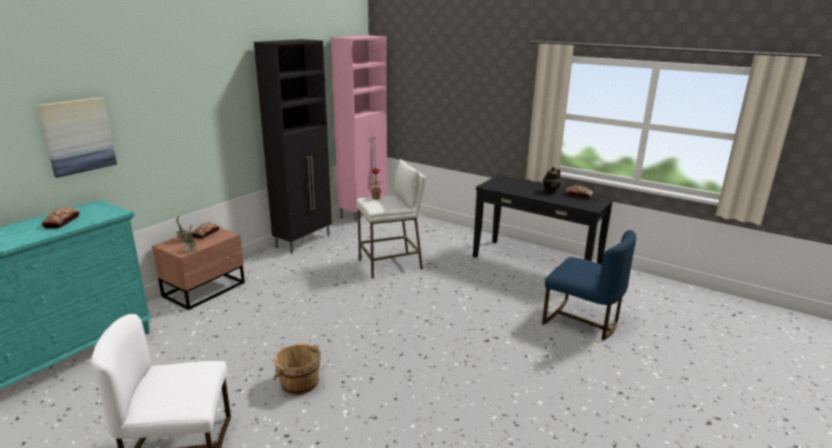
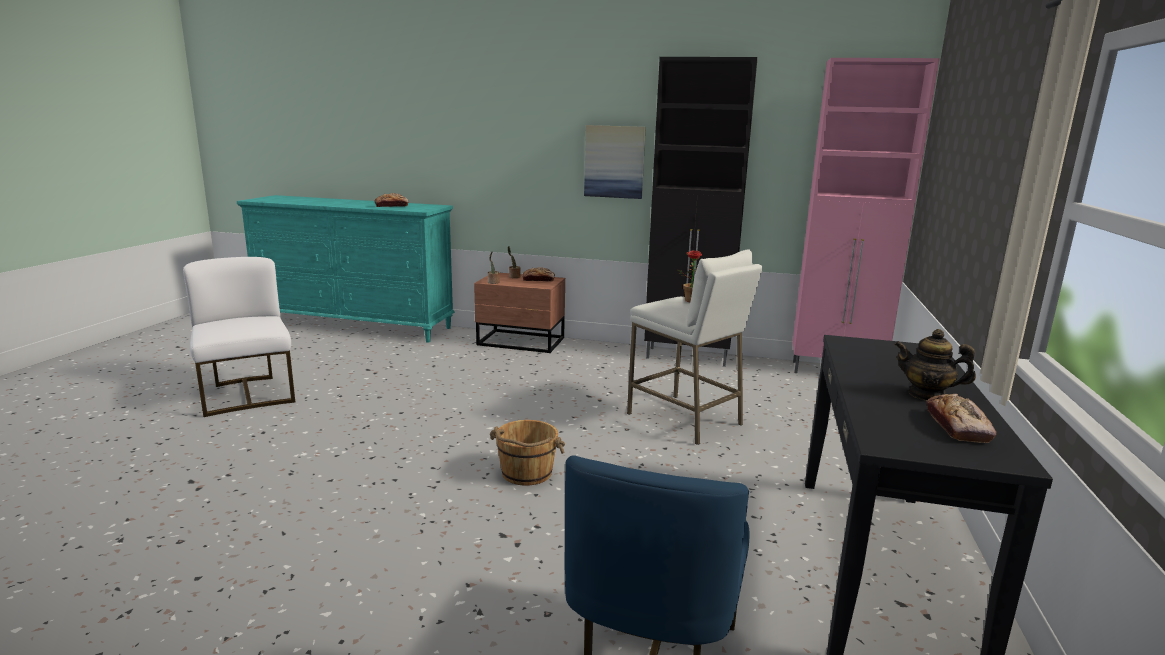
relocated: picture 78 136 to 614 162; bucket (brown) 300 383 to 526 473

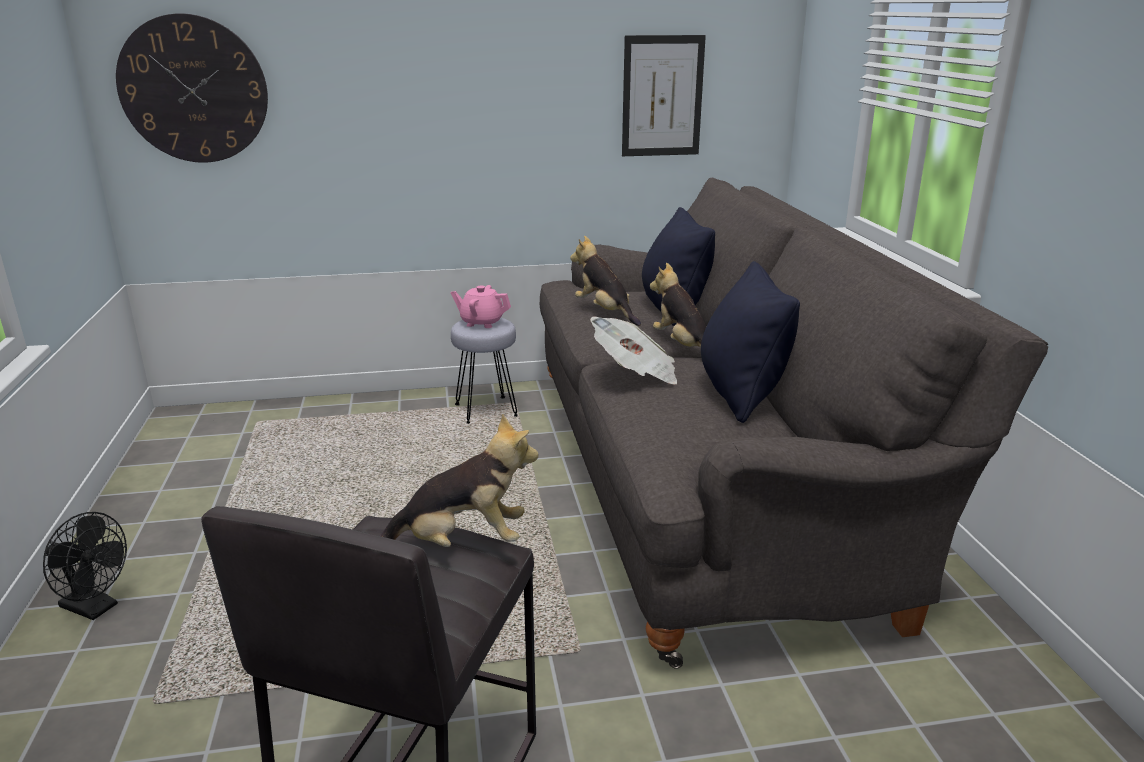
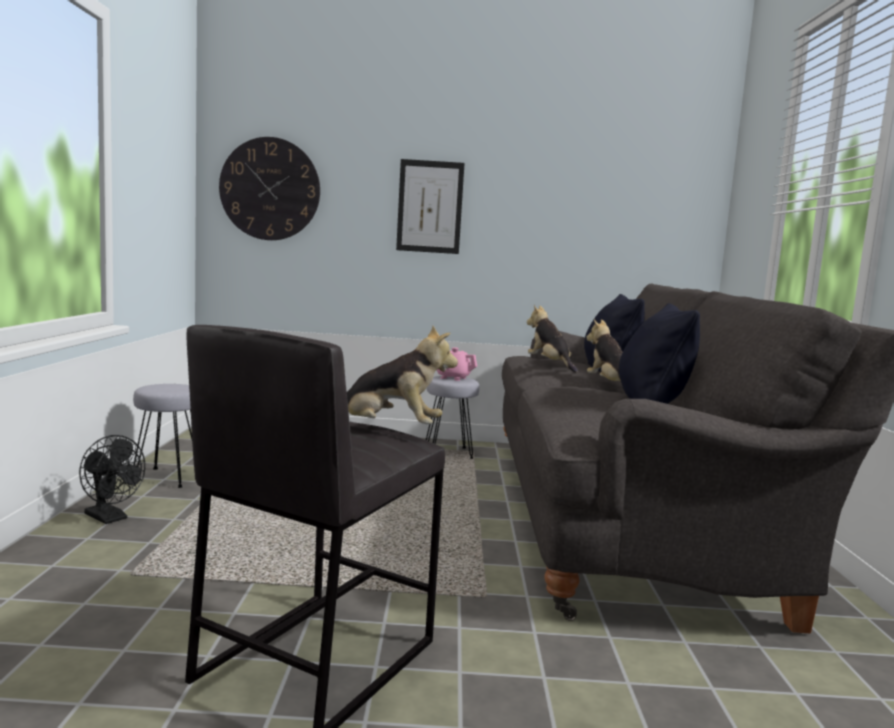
missing: newspaper 635 373
appeared: stool (grey) 168 477
relocated: picture 662 96 to 430 207

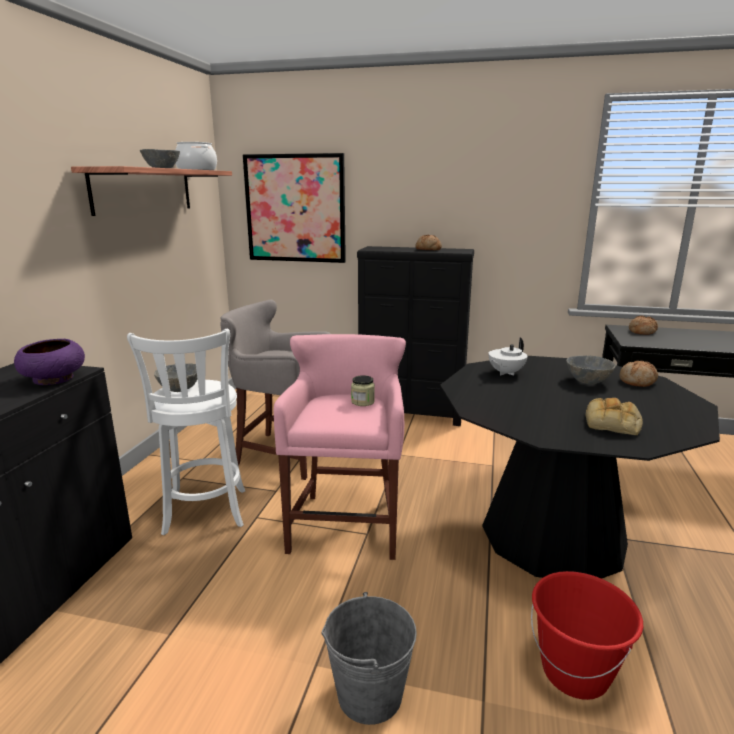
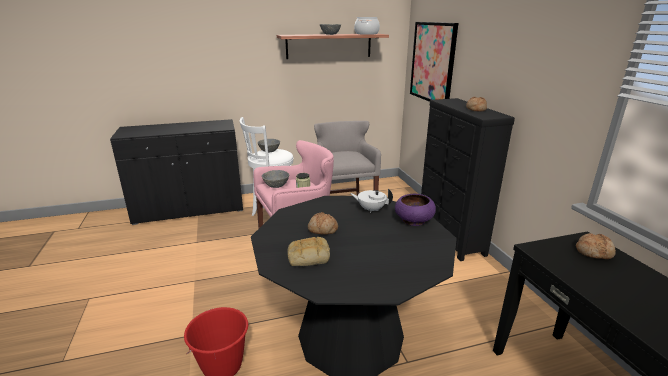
missing: bucket (grey) 369 694
relocated: bowl (purple) 54 379 to 413 221; bowl (grey) 587 381 to 276 186; bread 638 381 to 322 229

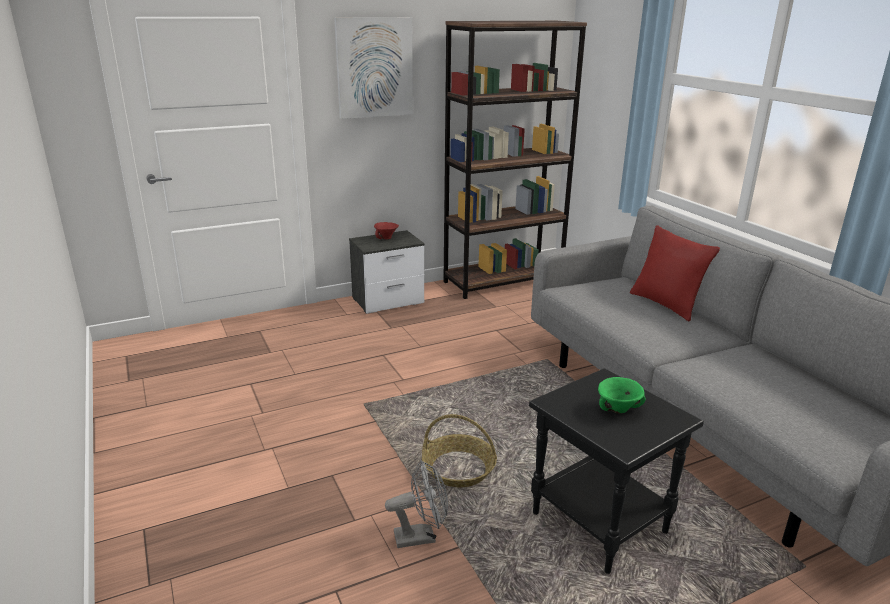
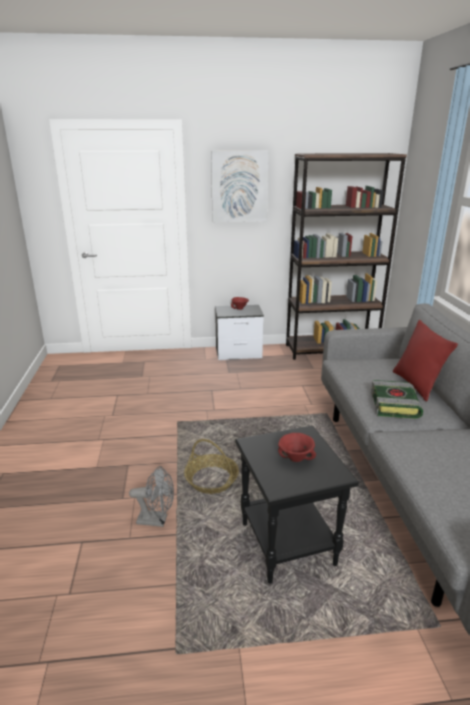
appeared: book 395 405
colour: bowl (green) 619 409 to bowl (red) 296 459

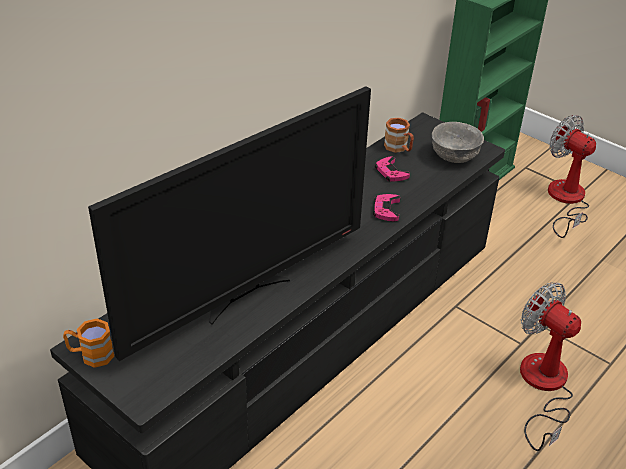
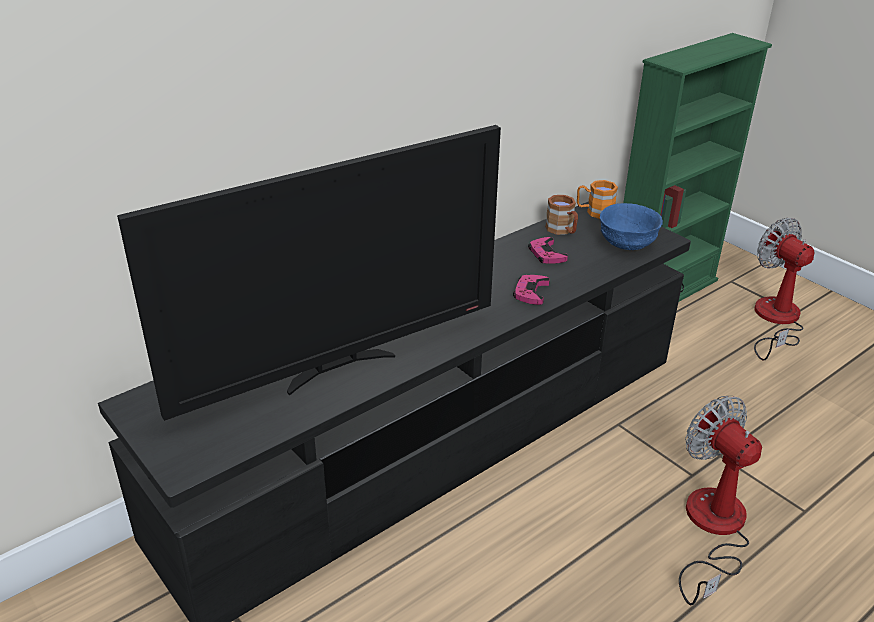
relocated: mug (orange) 91 355 to 594 212
colour: bowl (grey) 455 156 to bowl (blue) 628 243

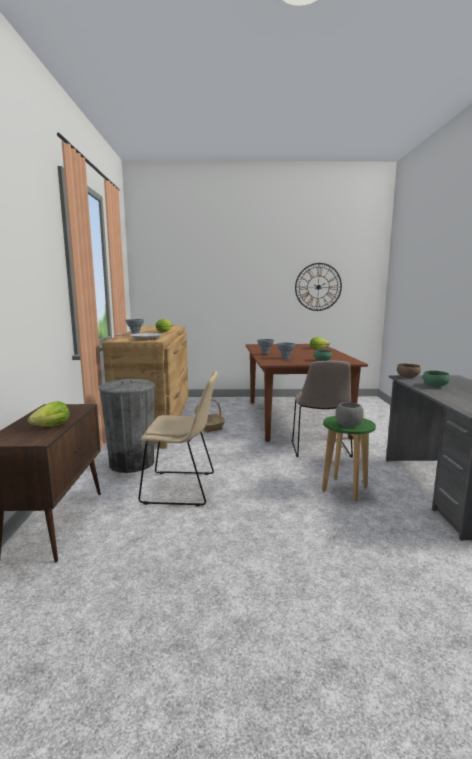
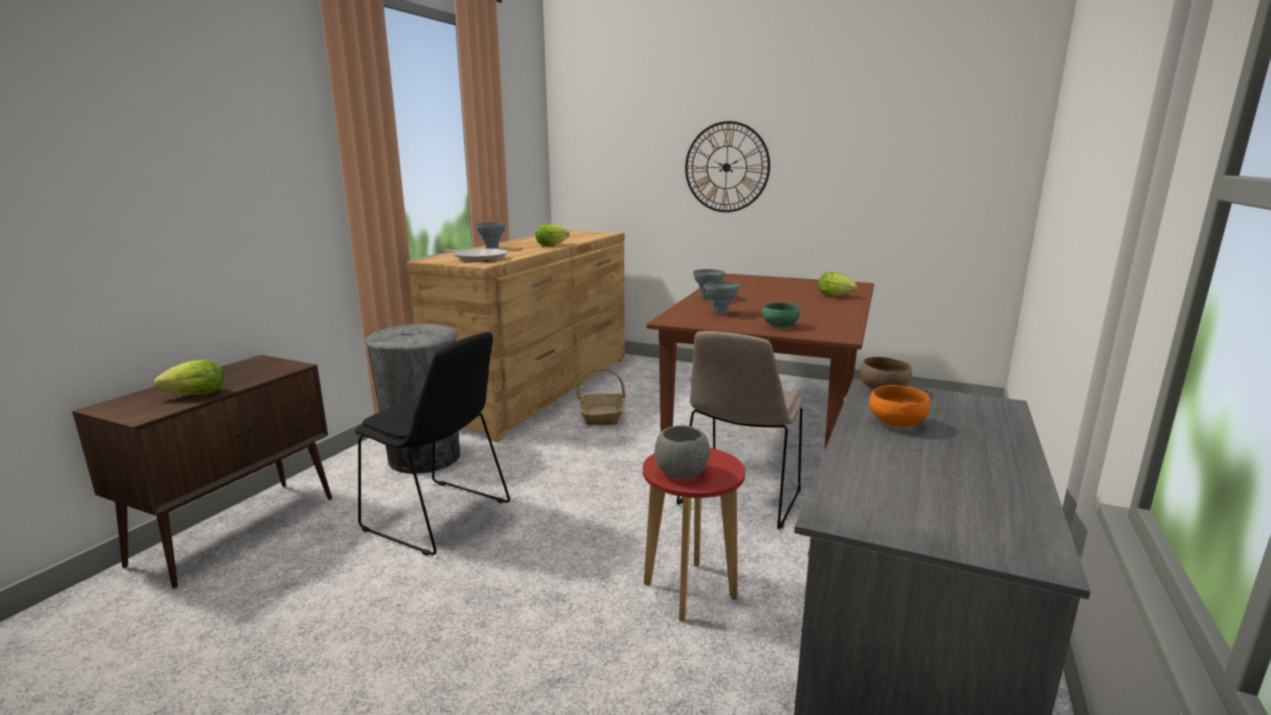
relocated: wall clock 318 287 to 726 167
colour: chair (beige) 182 488 to chair (black) 440 517; stool (green) 344 489 to stool (red) 689 590; bowl (green) 435 386 to bowl (orange) 896 424

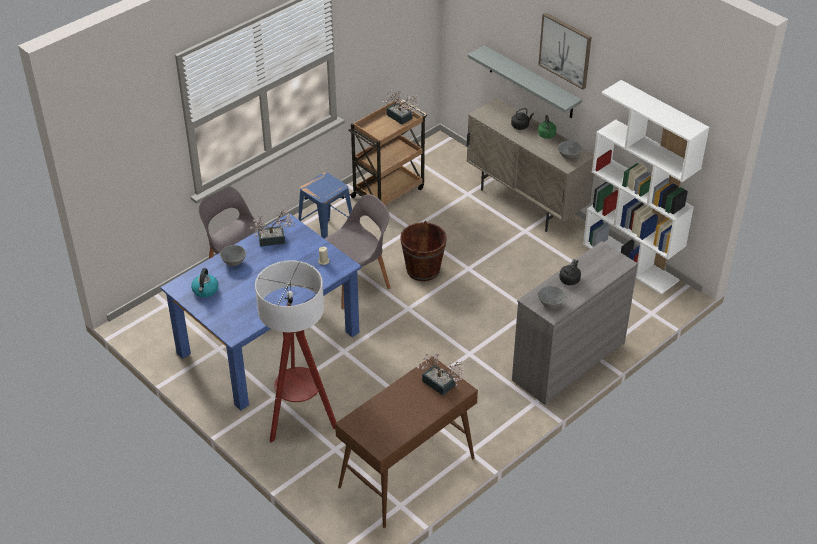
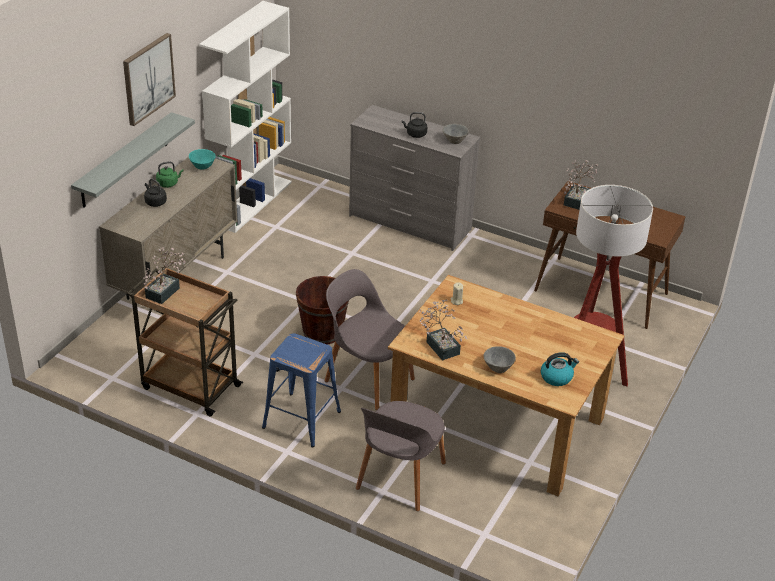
colour: dining table (blue) 268 343 to dining table (brown) 498 423; bowl (grey) 568 156 to bowl (turquoise) 202 167

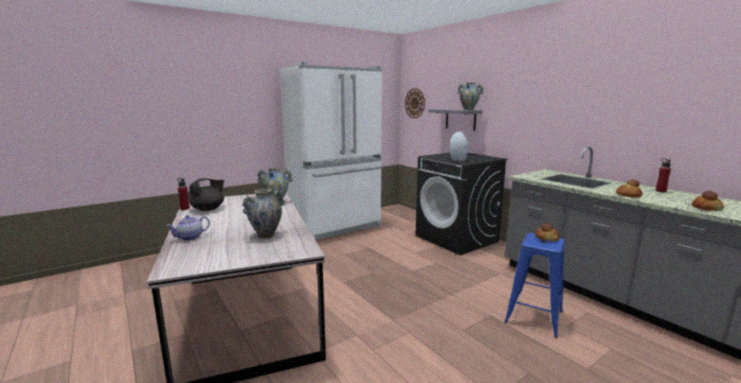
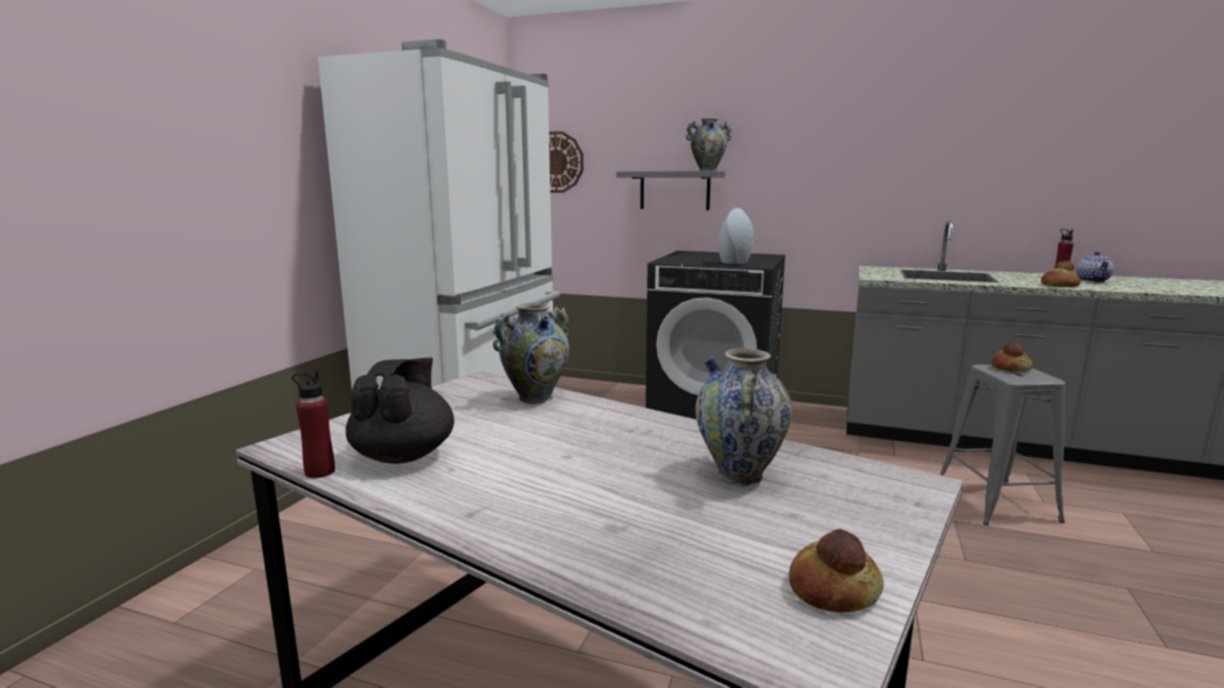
relocated: teapot 190 237 to 1093 280; bread 706 208 to 832 589
colour: stool (blue) 534 317 to stool (grey) 996 502

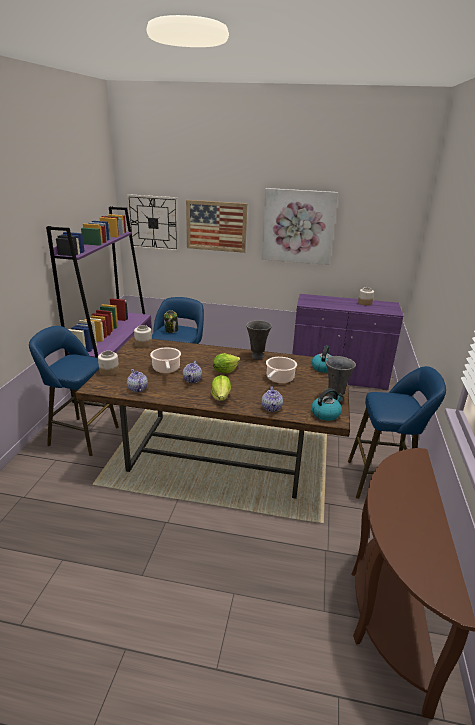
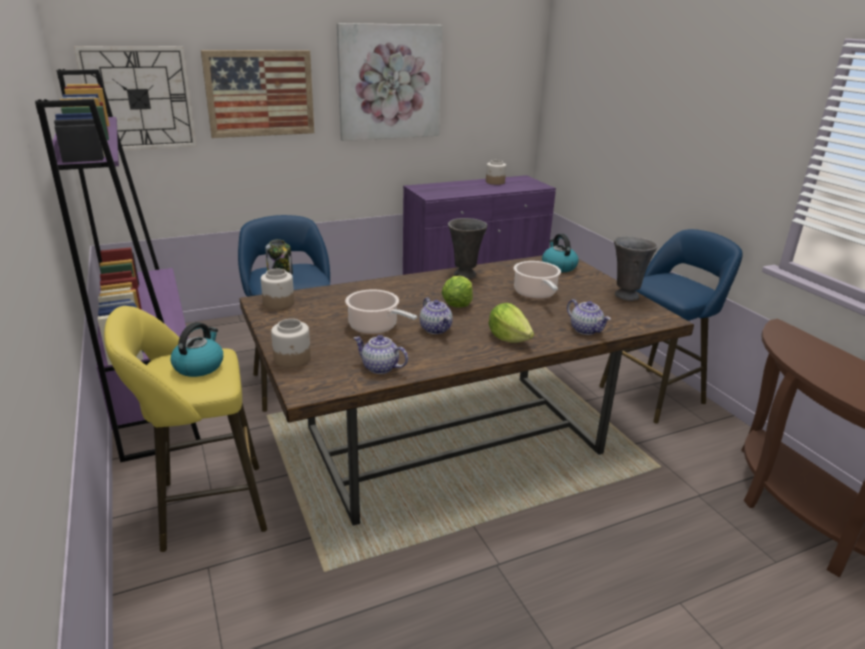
relocated: kettle 326 413 to 199 366
colour: stool (blue) 80 435 to stool (yellow) 205 507

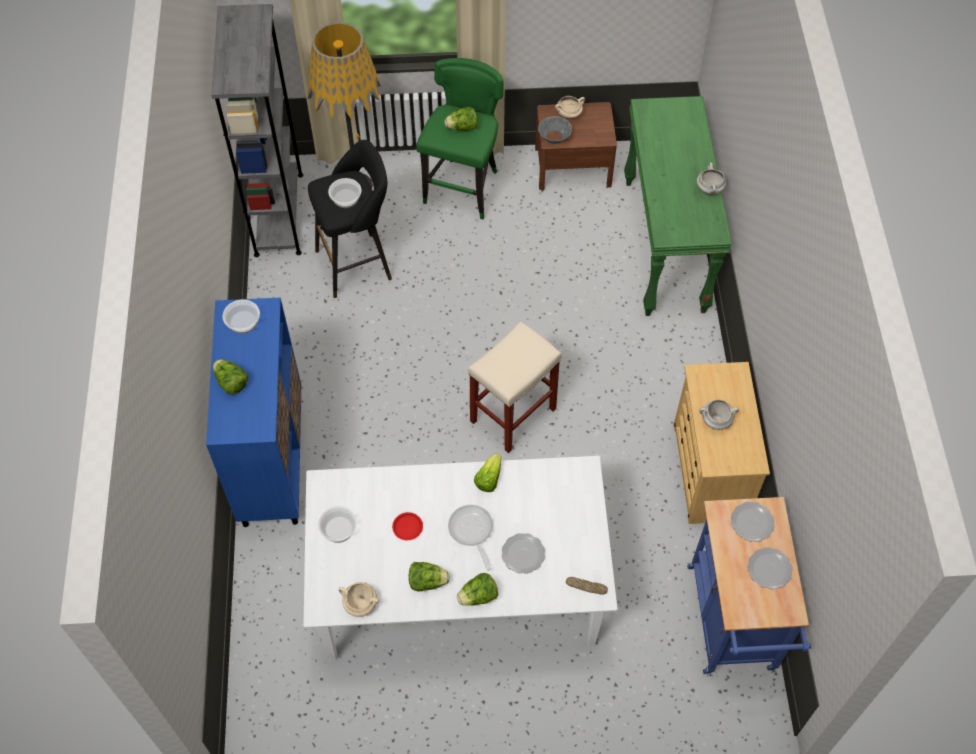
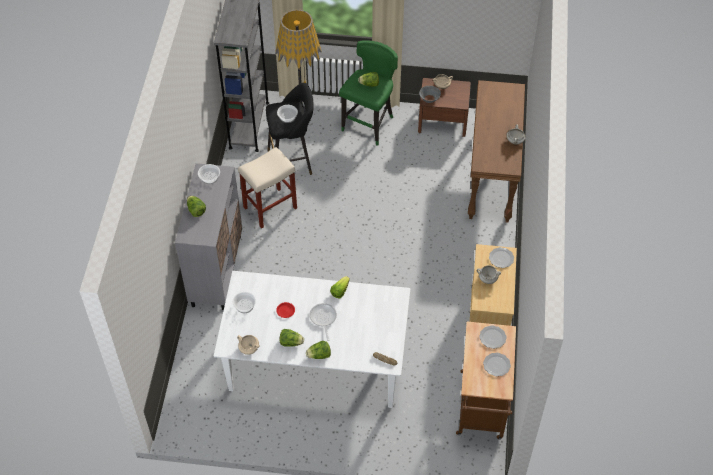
relocated: stool (beige) 512 416 to 270 208; plate 522 553 to 501 258
colour: cabinet (blue) 272 459 to cabinet (grey) 216 270; console table (green) 665 246 to console table (brown) 492 178; cart (blue) 732 626 to cart (brown) 481 410

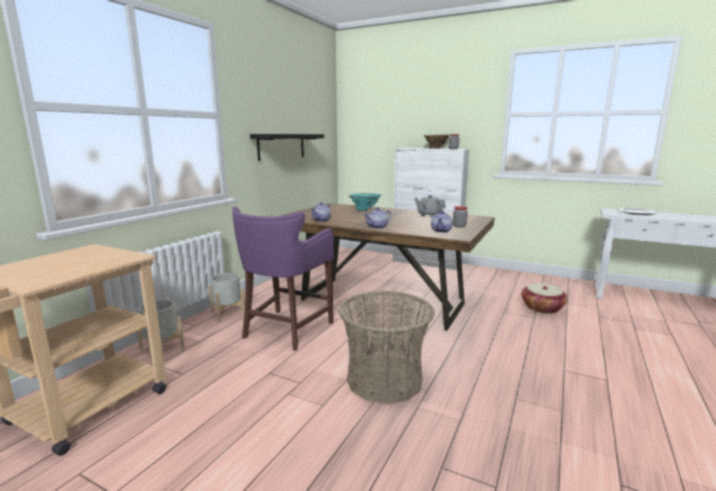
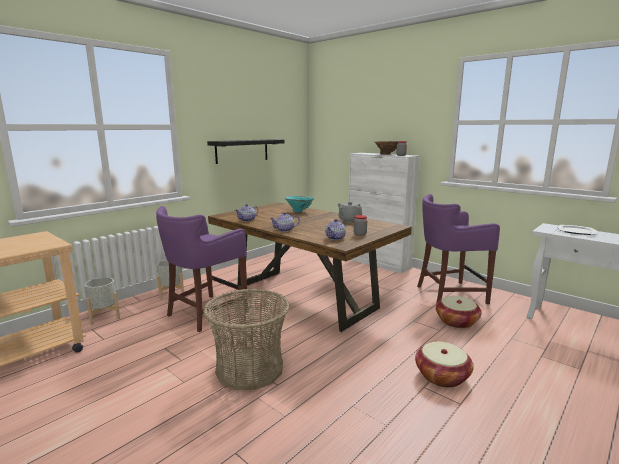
appeared: basket 442 376; stool (purple) 448 294

